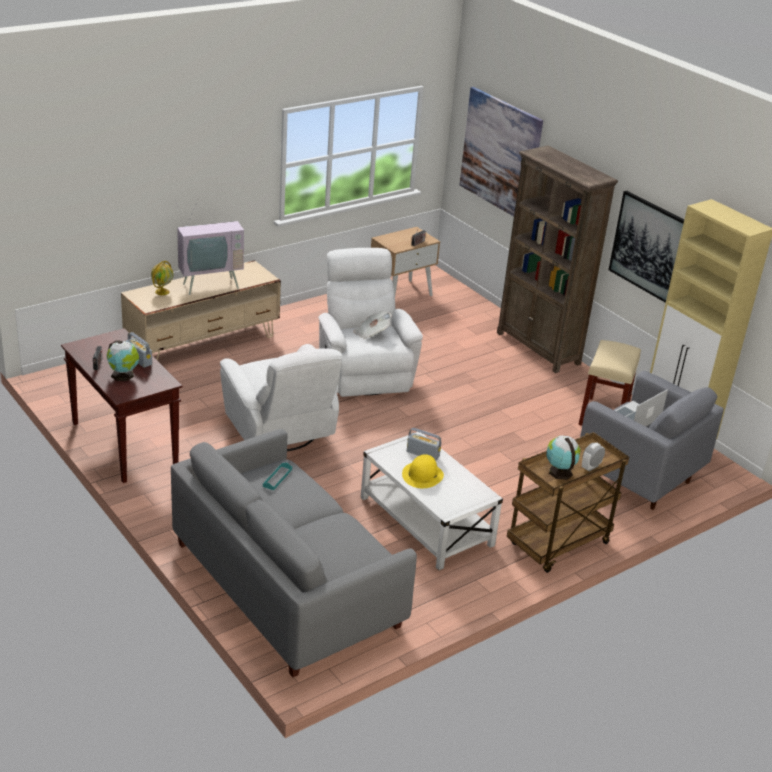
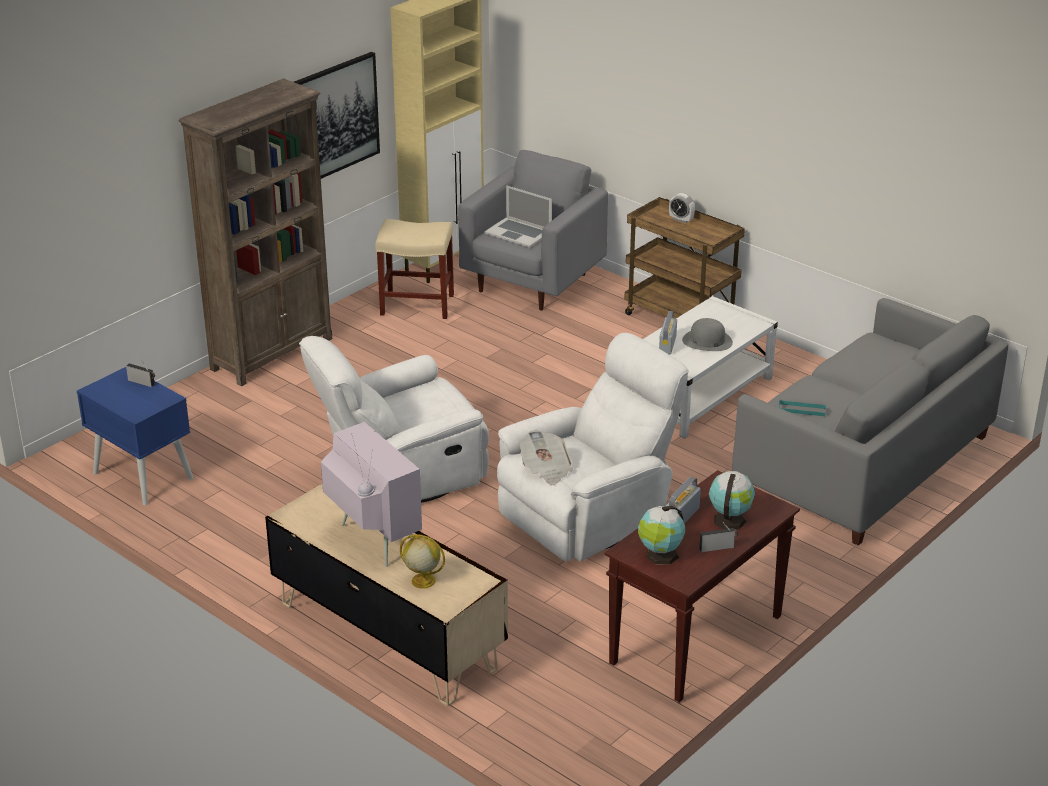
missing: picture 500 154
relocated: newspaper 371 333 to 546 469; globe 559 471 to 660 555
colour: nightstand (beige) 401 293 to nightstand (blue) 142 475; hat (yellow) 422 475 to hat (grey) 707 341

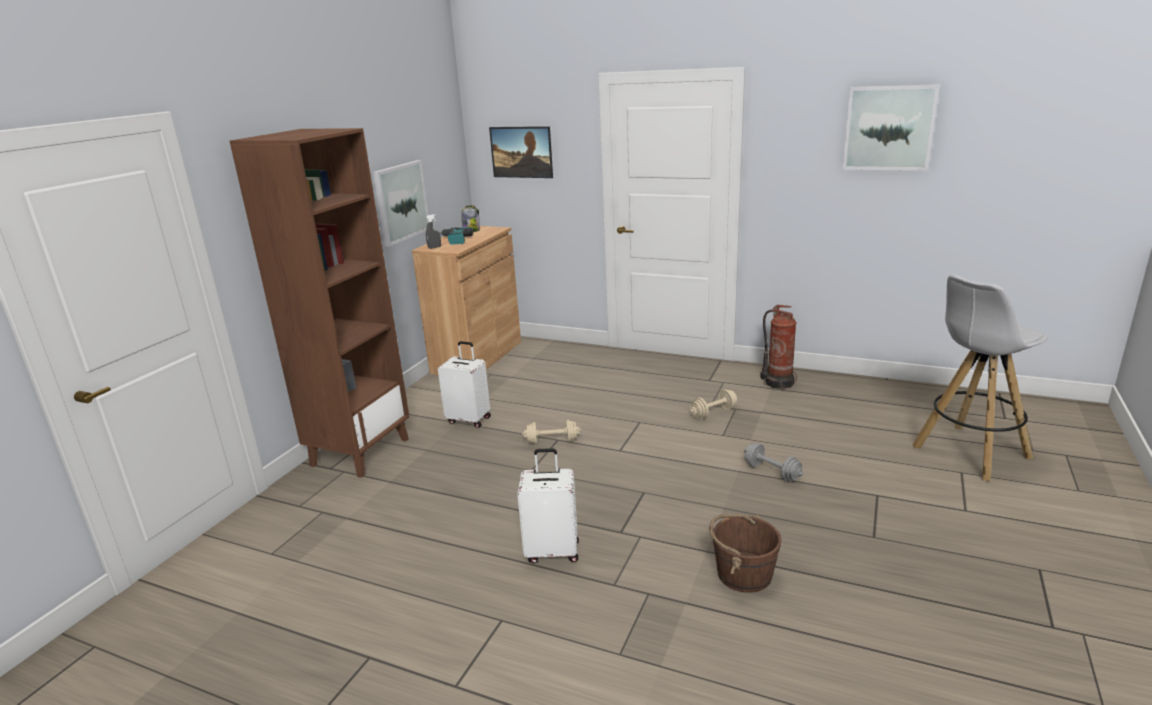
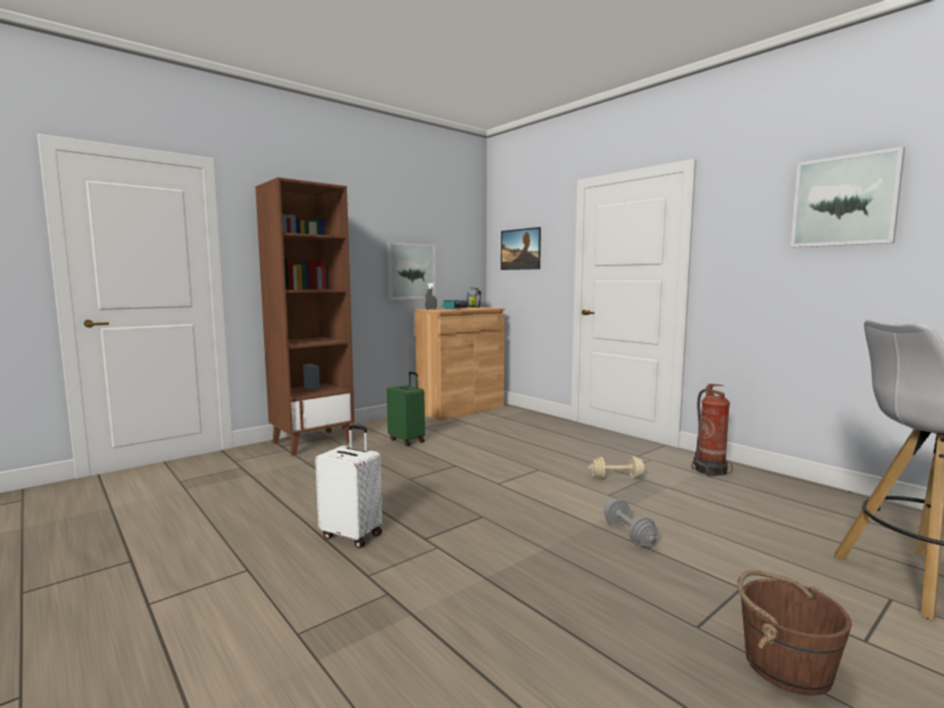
missing: dumbbell (beige) 552 441
relocated: bucket (brown) 743 574 to 785 665
colour: suitcase (white) 469 419 to suitcase (green) 407 440

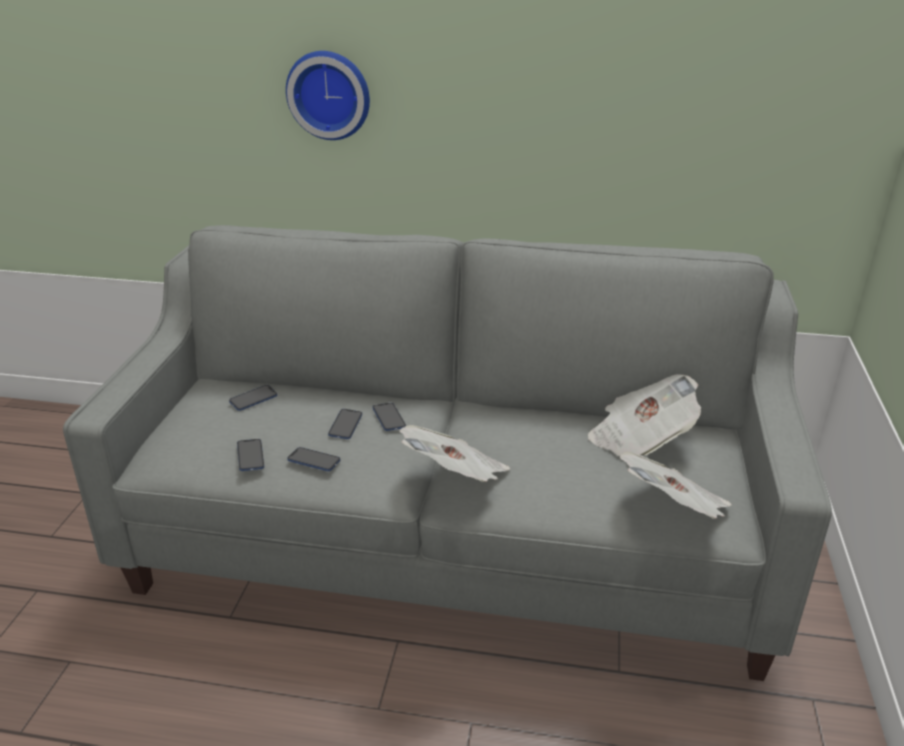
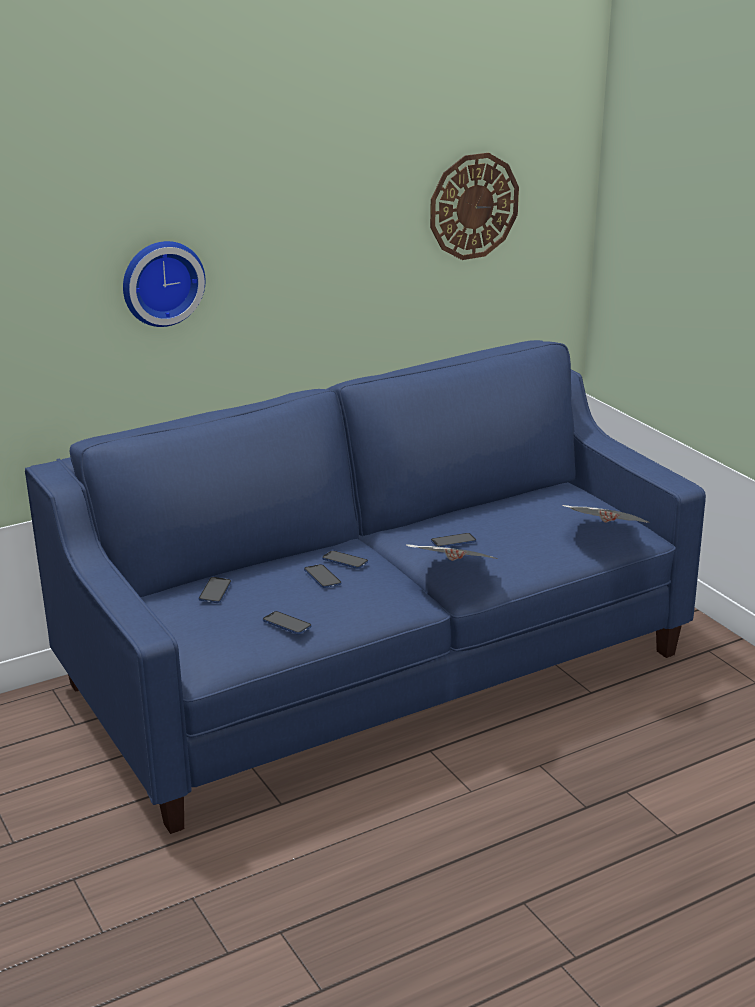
missing: newspaper 640 438
appeared: wall clock 473 206
relocated: phone 314 460 to 453 541
colour: sofa (grey) 451 535 to sofa (blue) 376 672

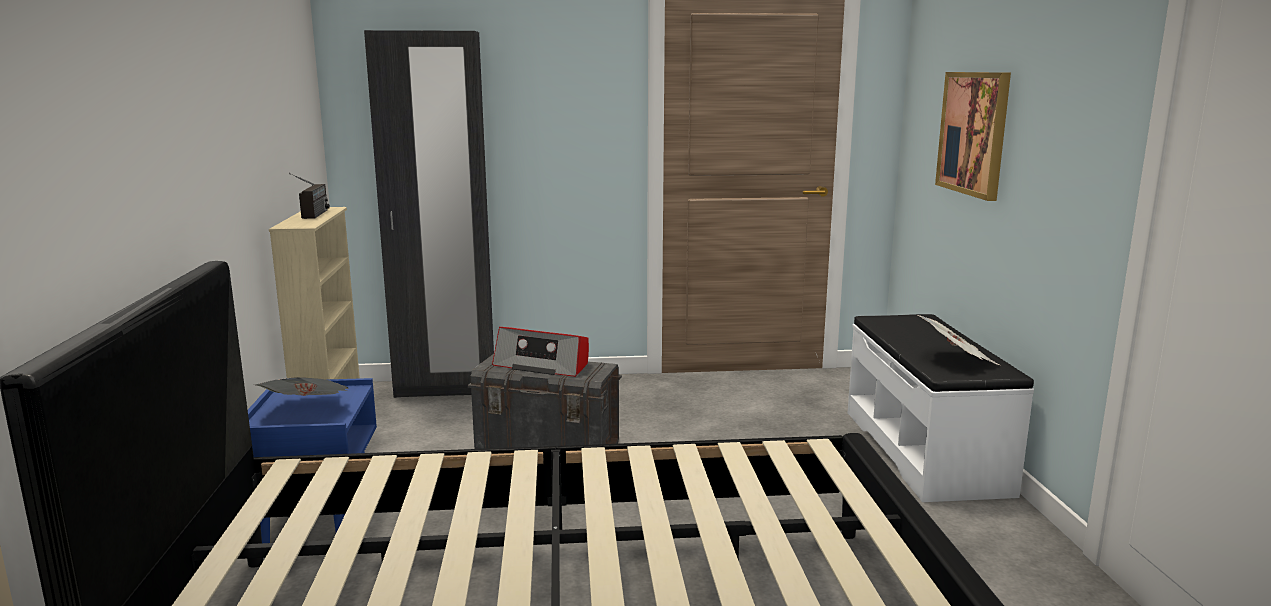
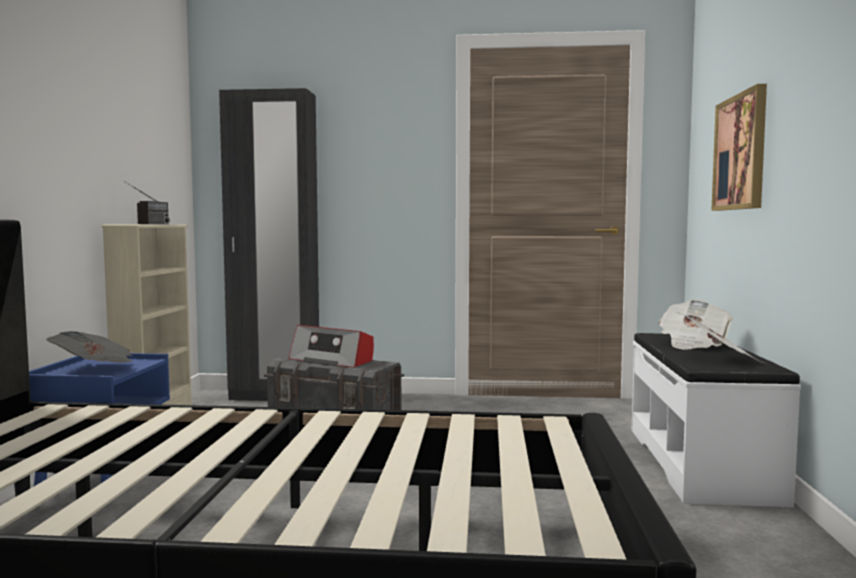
appeared: newspaper 693 344

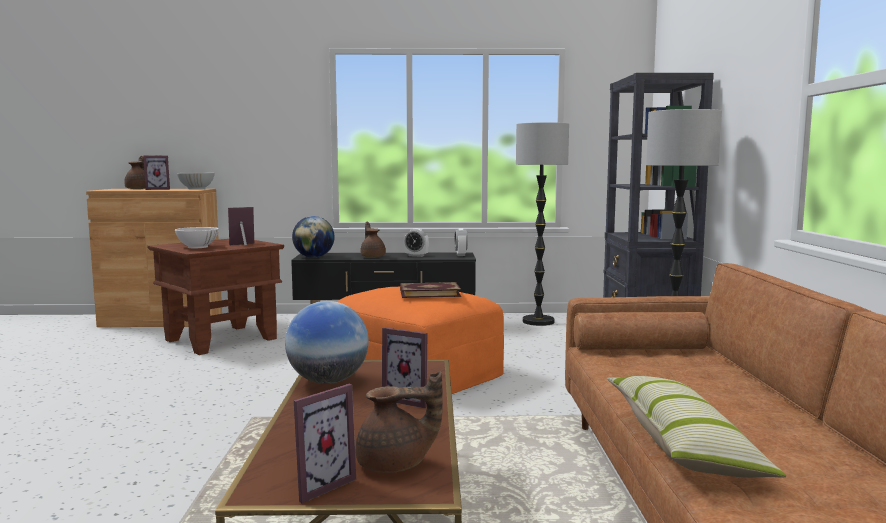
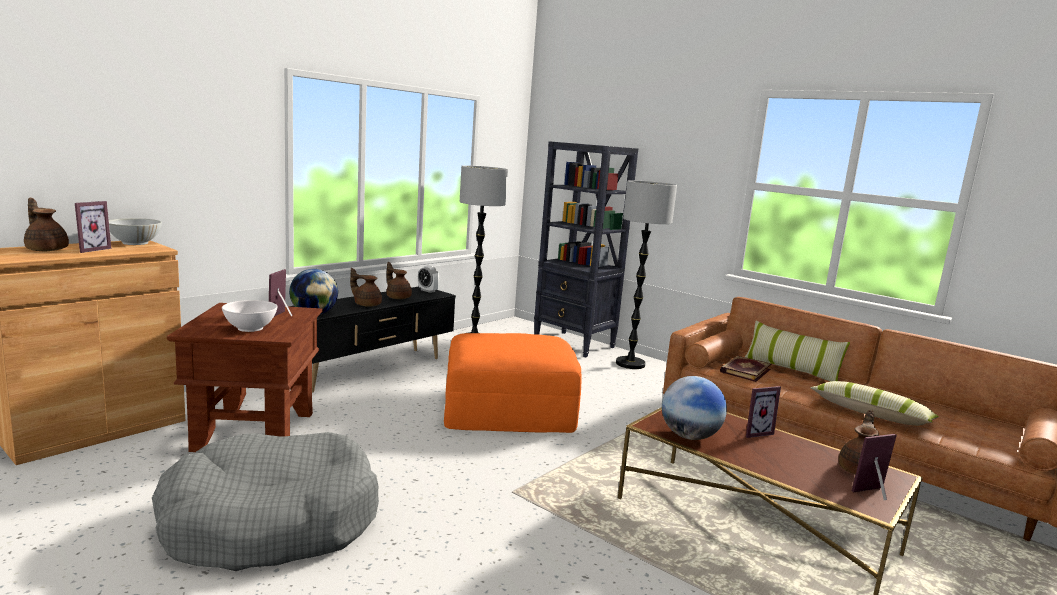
appeared: dog bed (grey) 271 522; pillow 791 370
relocated: book 429 293 to 744 370
exchanged: alarm clock 416 256 to teapot (brown) 398 297
spun: picture frame 318 484 = 875 494 105 degrees counterclockwise

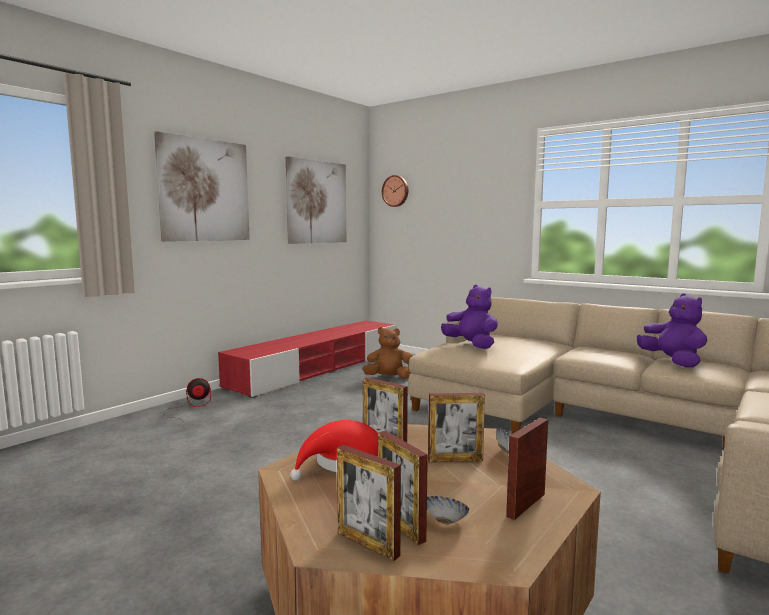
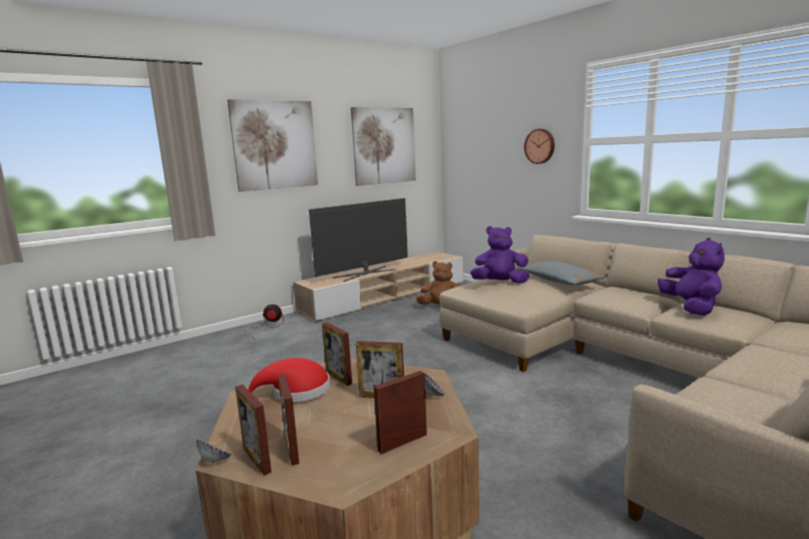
appeared: television 365 273; pillow (grey) 558 281
relocated: wall clock 396 191 to 540 146; bowl 445 522 to 215 460
colour: tv stand (red) 319 369 to tv stand (beige) 386 296
spun: plush toy (purple) 471 345 = 500 283 60 degrees counterclockwise

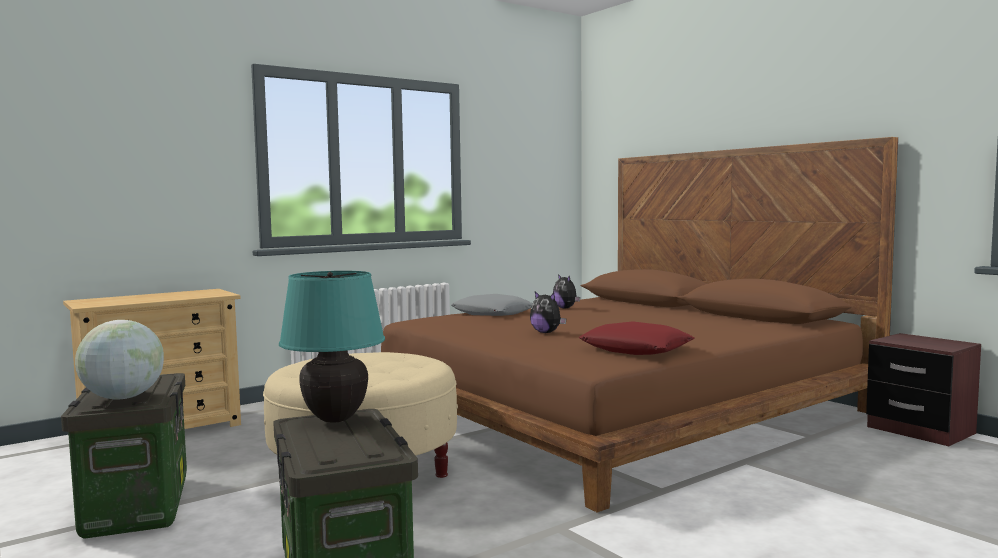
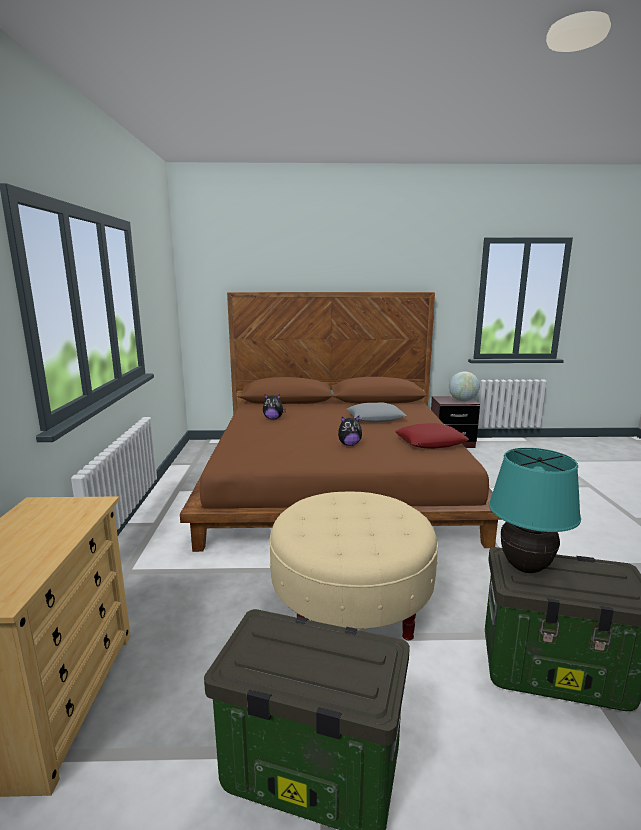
relocated: globe 123 398 to 463 400; pillow (grey) 492 313 to 375 418

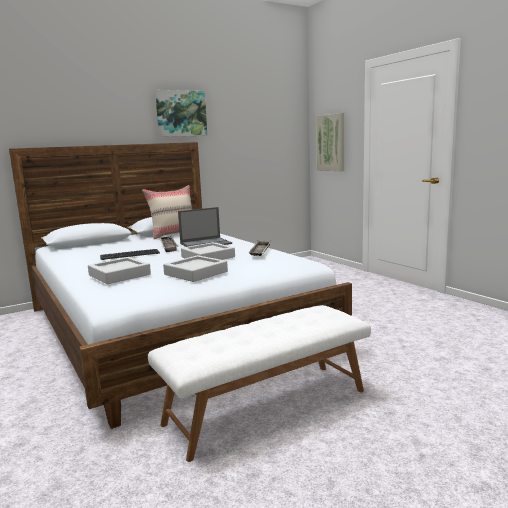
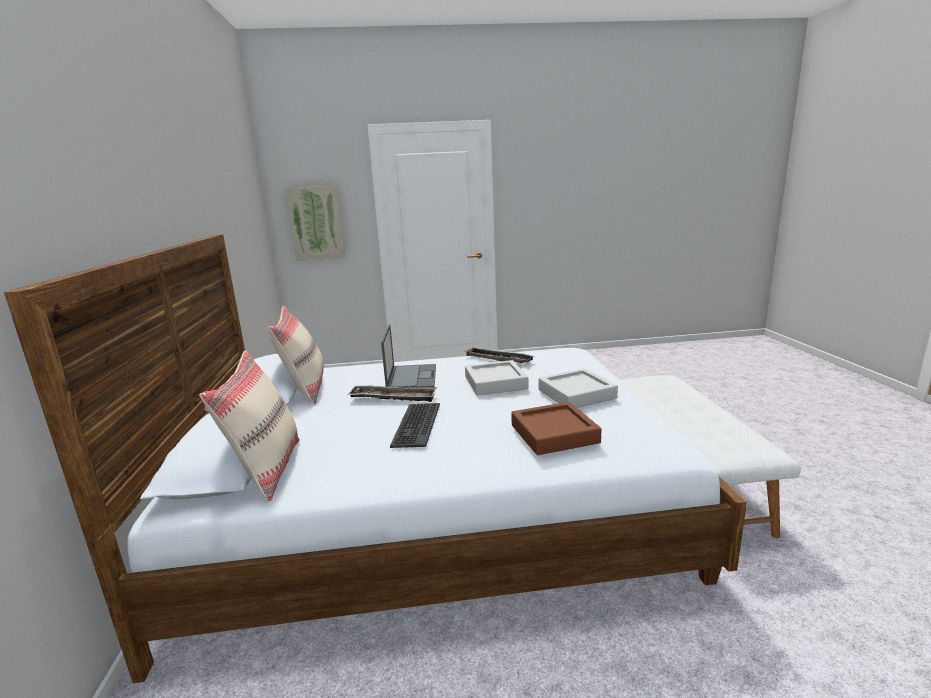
missing: picture 181 113
appeared: pillow (beige) 266 469
colour: tray (grey) 119 275 to tray (brown) 554 434

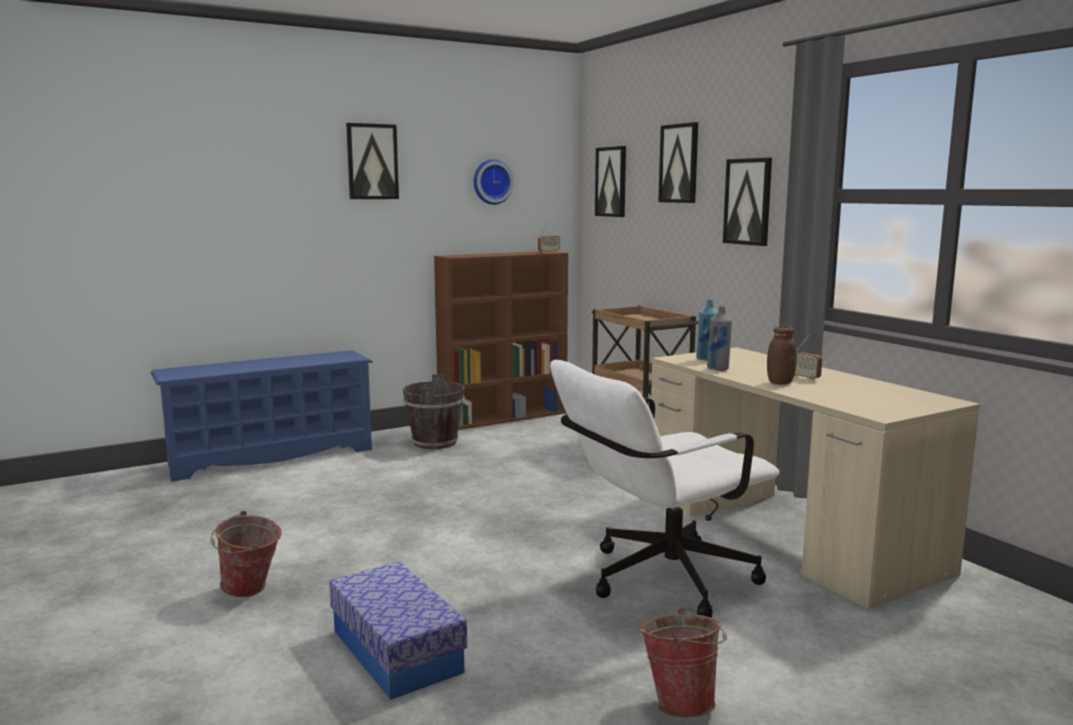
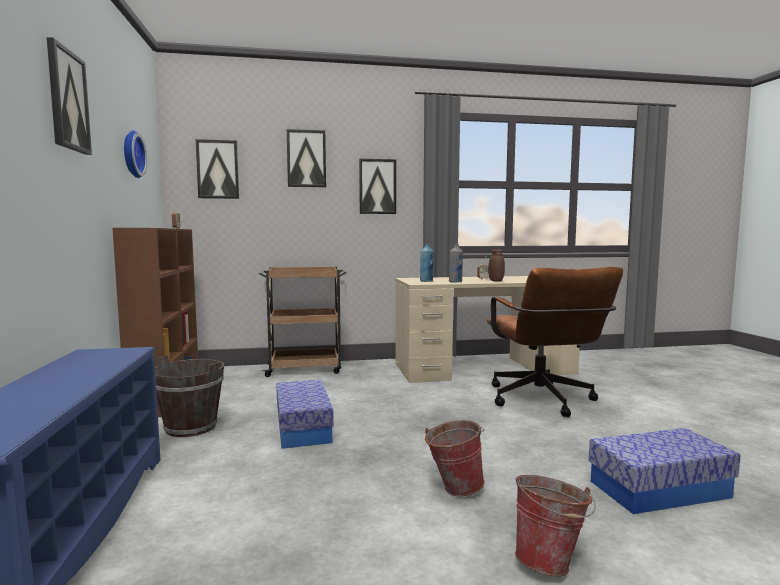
appeared: storage box 303 427
relocated: bucket 680 701 to 453 488
colour: office chair (white) 657 581 to office chair (brown) 543 402

